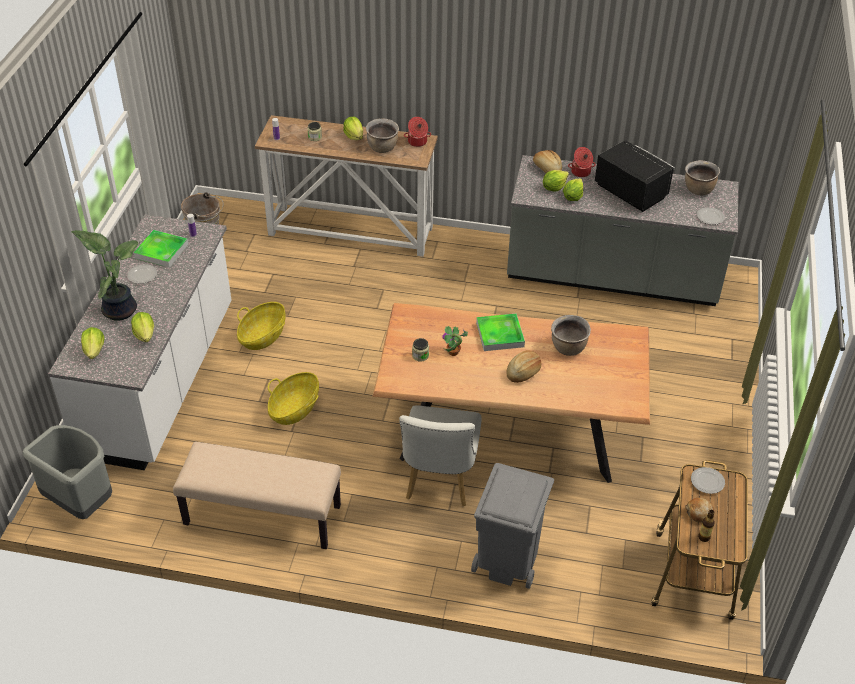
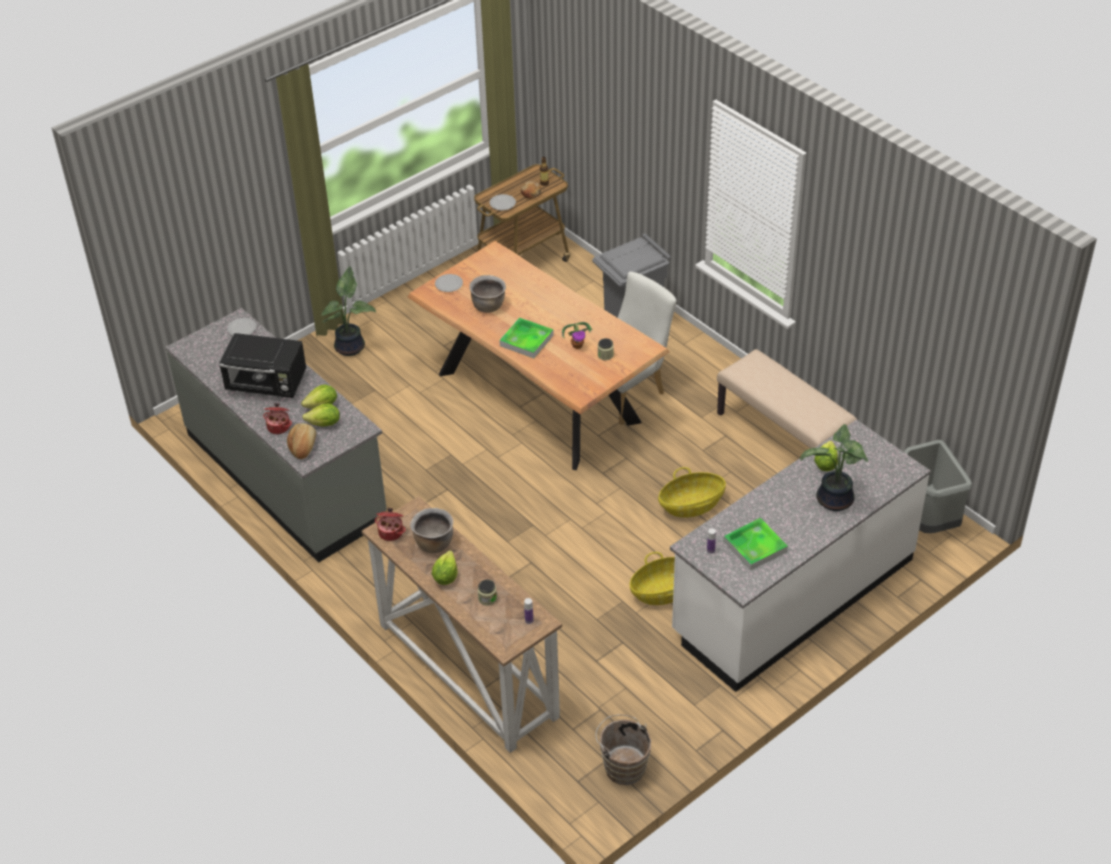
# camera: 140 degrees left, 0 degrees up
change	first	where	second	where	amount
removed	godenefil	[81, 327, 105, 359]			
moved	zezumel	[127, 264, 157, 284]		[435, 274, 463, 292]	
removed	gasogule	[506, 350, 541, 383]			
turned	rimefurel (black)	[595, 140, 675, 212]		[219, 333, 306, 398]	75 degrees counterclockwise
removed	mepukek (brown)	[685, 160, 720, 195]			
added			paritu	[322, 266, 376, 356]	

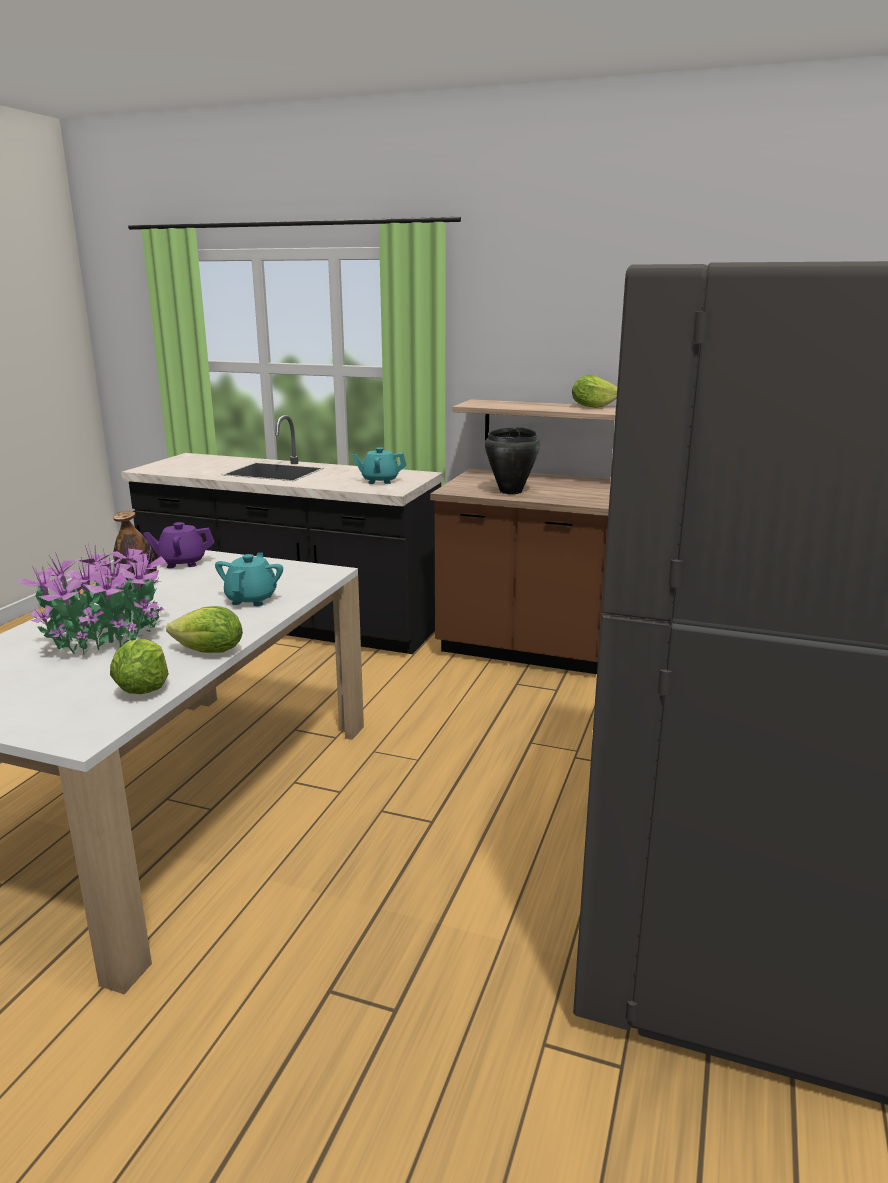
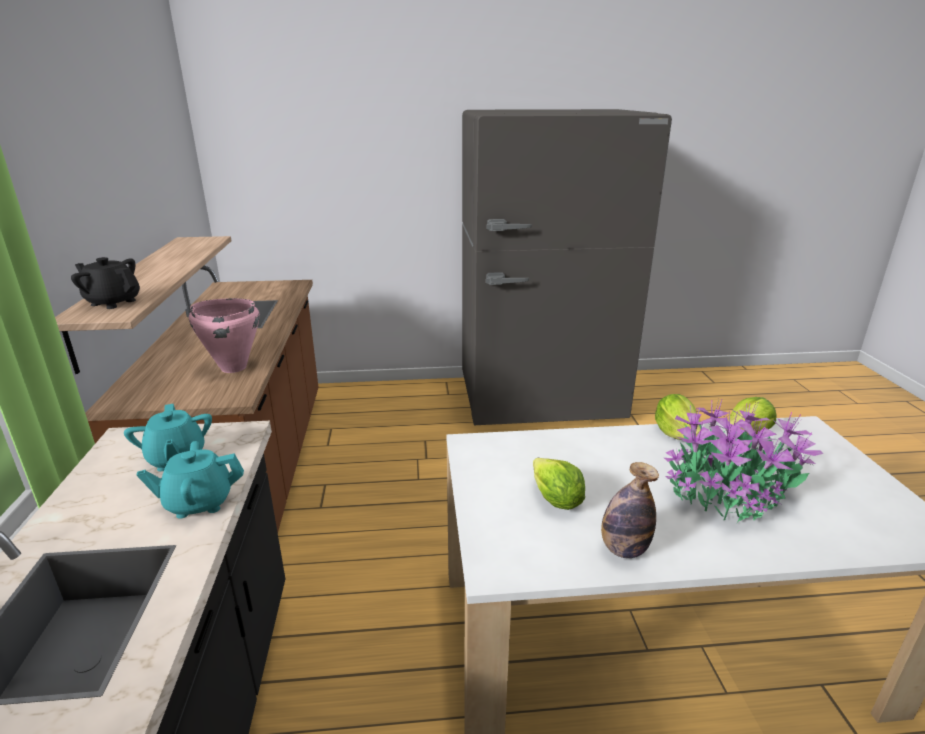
# camera: 115 degrees left, 5 degrees up
change	first	where	second	where	amount
removed	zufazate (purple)	[144, 522, 215, 568]			
moved	zufazate (turquoise)	[215, 553, 283, 606]		[137, 441, 244, 519]	
recoloured	mepukek (black)	[485, 427, 540, 494]	mepukek (pink)	[189, 298, 260, 373]	
moved	godenefil	[572, 375, 617, 408]		[533, 458, 585, 510]	
added			zufazate (black)	[71, 257, 140, 309]	

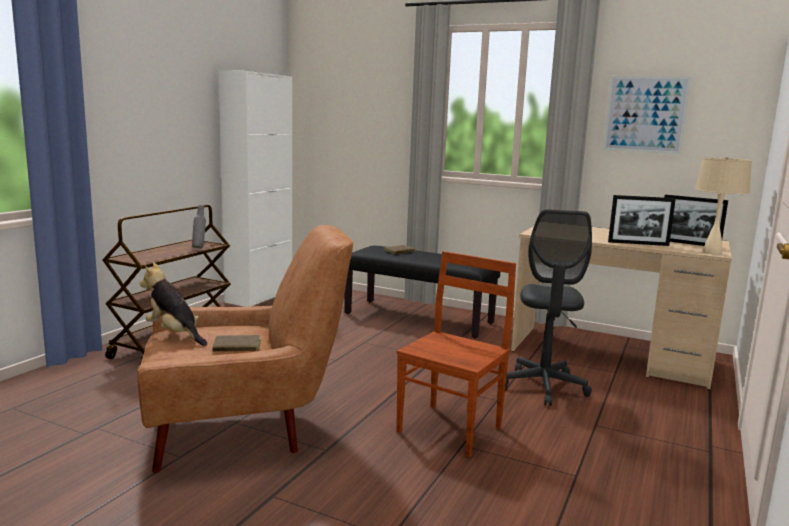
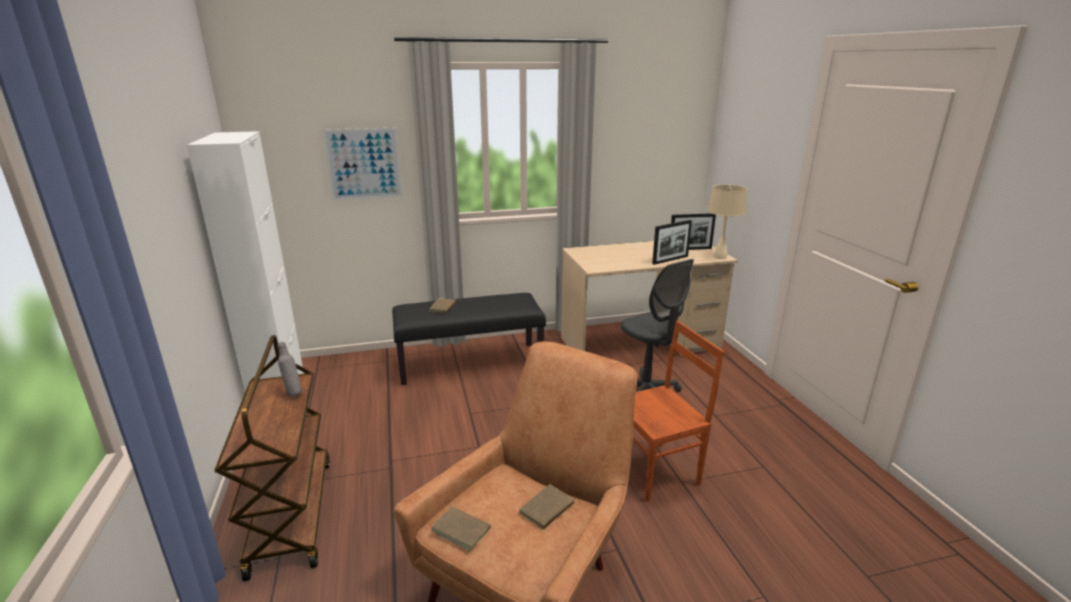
# camera: 40 degrees left, 10 degrees up
change	first	where	second	where	amount
replaced	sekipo	[140, 262, 207, 346]	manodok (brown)	[431, 500, 491, 551]	
turned	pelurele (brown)	[396, 251, 516, 457]		[633, 321, 724, 502]	75 degrees clockwise
moved	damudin	[603, 76, 691, 154]		[323, 128, 403, 201]	

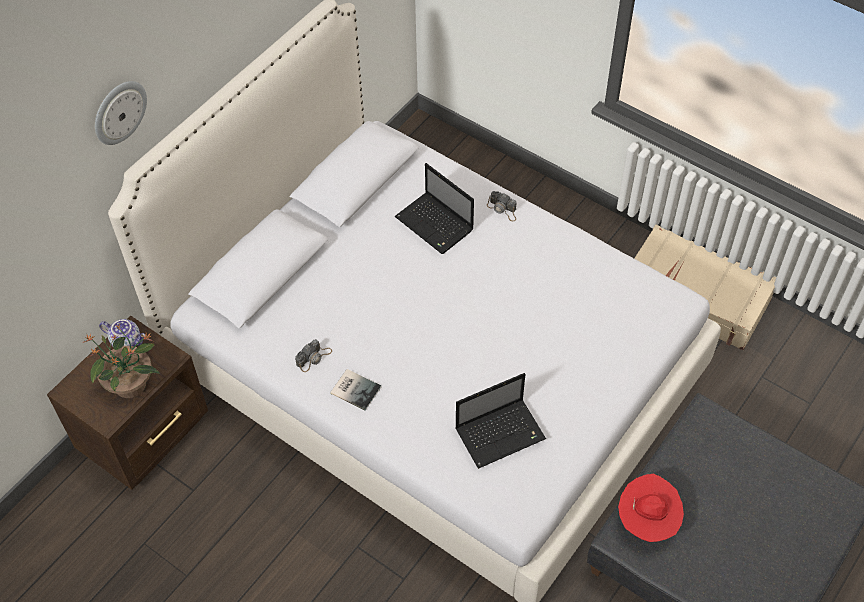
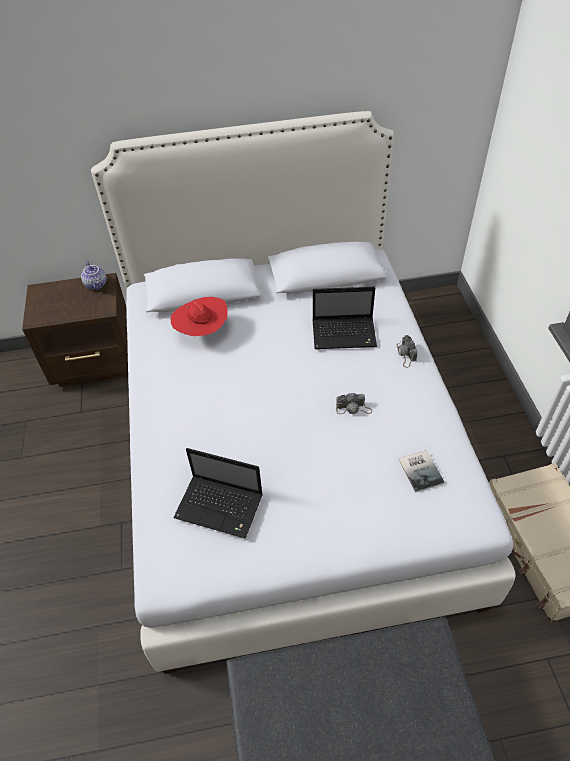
# camera: 45 degrees right, 5 degrees down
change	first	where	second	where	amount
removed	paritu	[82, 325, 160, 398]			
removed	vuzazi	[95, 81, 147, 145]			
moved	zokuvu	[295, 339, 332, 372]		[336, 393, 372, 414]	
moved	manodok	[330, 369, 381, 411]		[399, 450, 445, 493]	
turned	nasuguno	[395, 163, 474, 254]		[313, 287, 377, 349]	90 degrees counterclockwise
moved	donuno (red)	[618, 474, 684, 542]		[171, 297, 228, 336]	

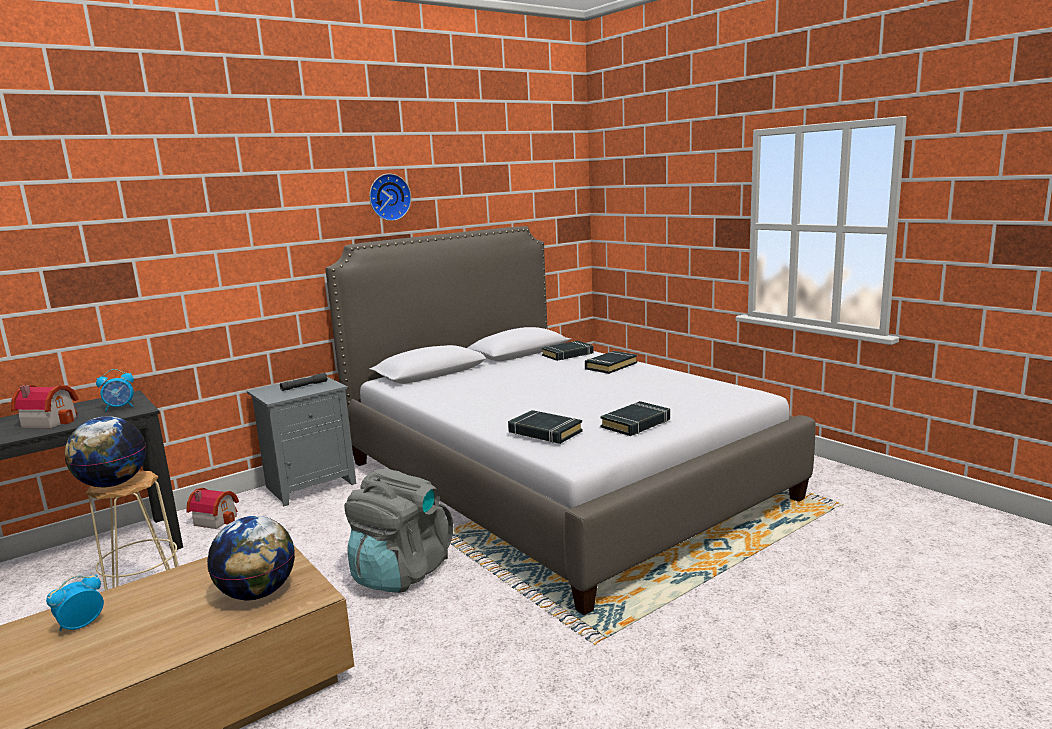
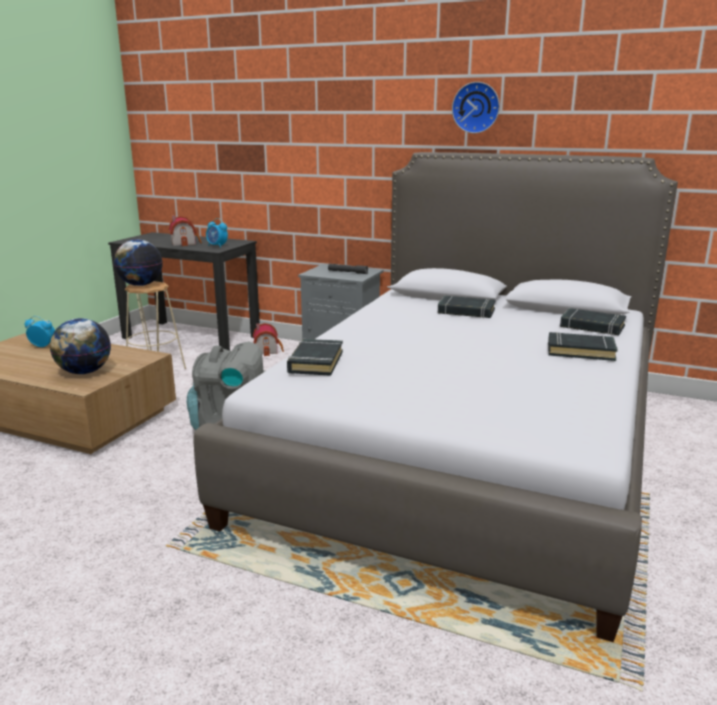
# camera: 60 degrees right, 5 degrees up
change	first	where	second	where	amount
moved	manodok (black)	[600, 401, 670, 436]		[438, 296, 496, 318]	

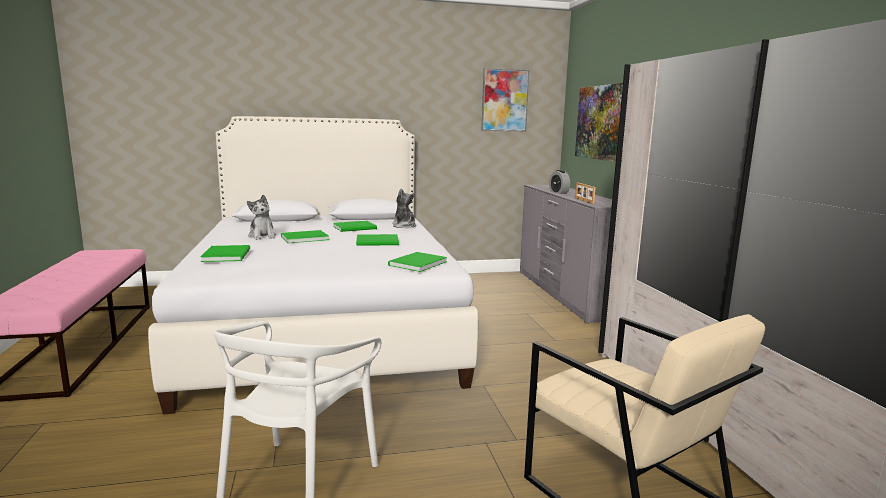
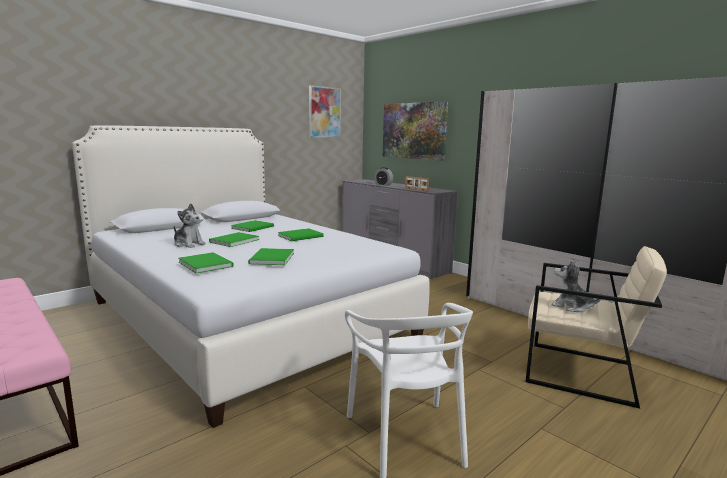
# camera: 30 degrees left, 0 degrees up
change	first	where	second	where	amount
moved	manodok (green)	[388, 252, 447, 272]		[248, 248, 294, 265]	
moved	sekipo	[392, 188, 416, 228]		[552, 260, 603, 312]	

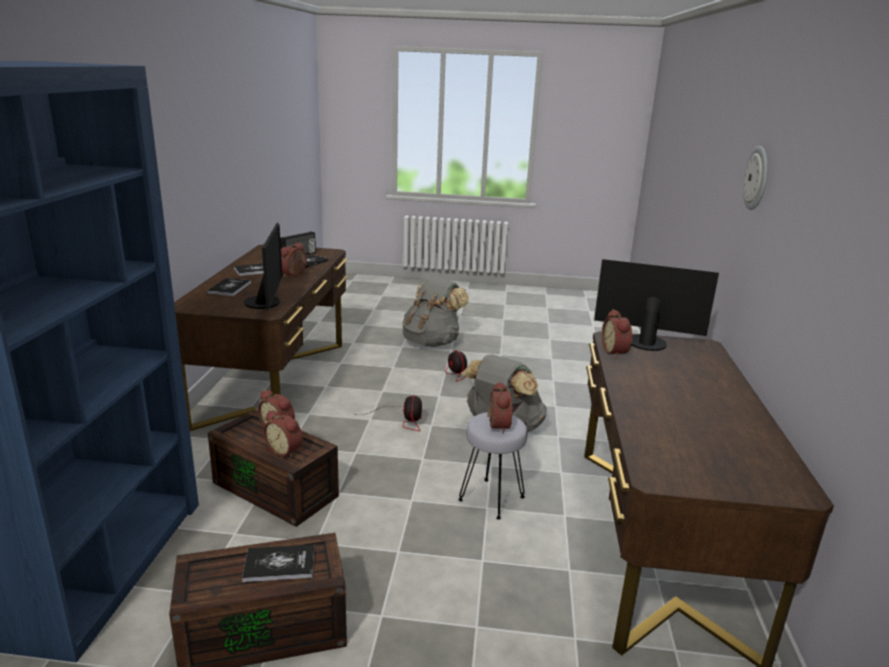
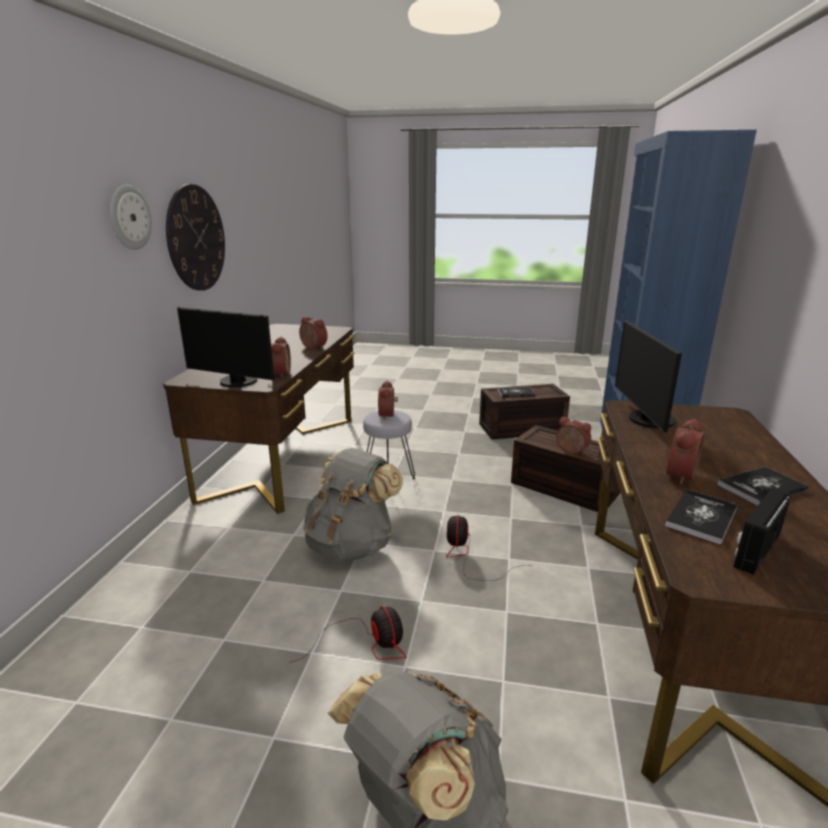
# camera: 175 degrees left, 0 degrees up
change	first	where	second	where	amount
removed	manodok	[207, 278, 251, 296]			
moved	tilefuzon	[263, 410, 303, 458]		[299, 316, 328, 349]	
added			vuzazi	[166, 184, 225, 291]	

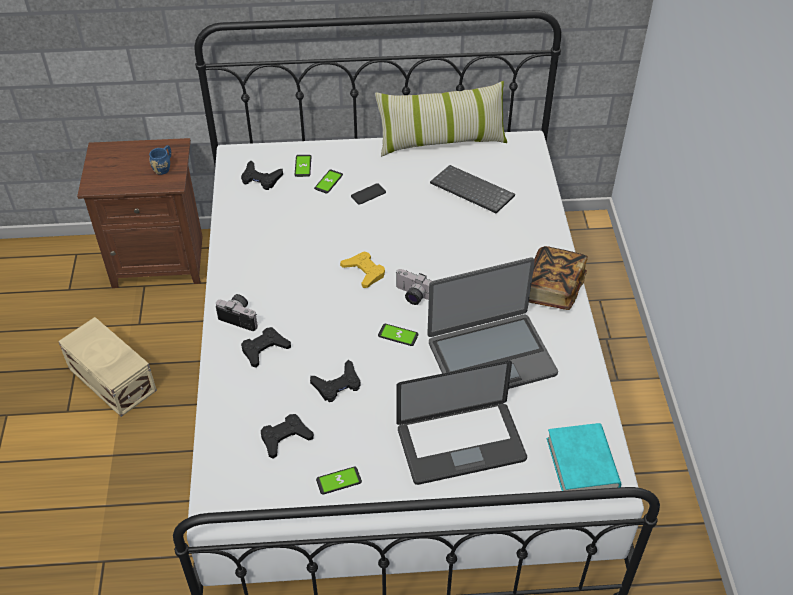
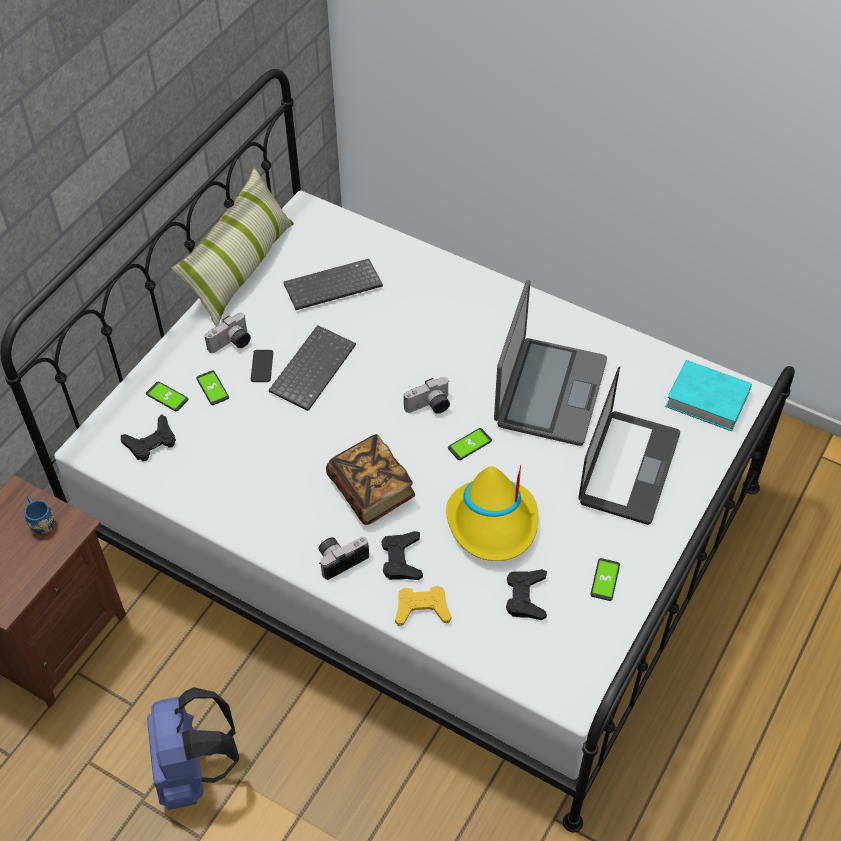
# camera: 55 degrees left, 5 degrees up
change	first	where	second	where	amount
replaced	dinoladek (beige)	[58, 317, 157, 417]	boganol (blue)	[147, 687, 239, 810]	
replaced	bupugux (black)	[310, 360, 361, 402]	donuno (yellow)	[446, 465, 538, 561]	
moved	bupugux (yellow)	[340, 251, 385, 288]		[395, 586, 452, 626]	
moved	manodok	[529, 246, 588, 310]		[326, 434, 415, 525]	
added			zokuvu	[205, 313, 251, 353]	
added			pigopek	[269, 325, 356, 411]	

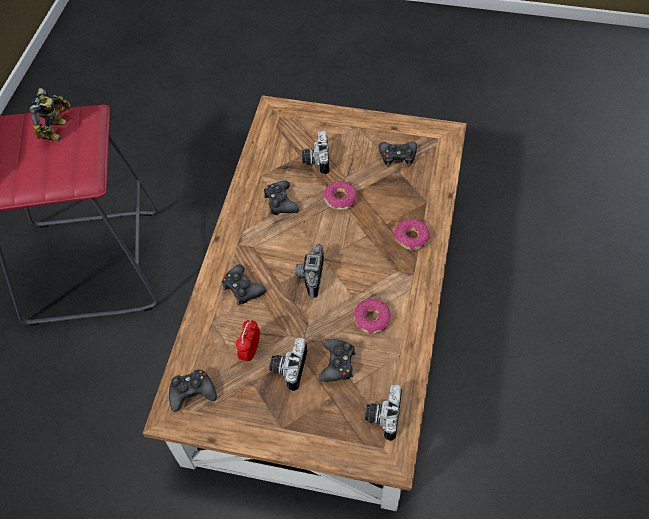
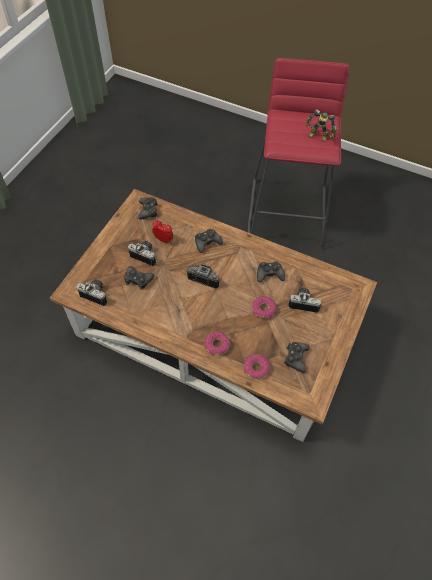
# camera: 100 degrees right, 0 degrees up
change	first	where	second	where	amount
moved	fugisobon	[354, 299, 391, 333]		[244, 354, 270, 380]	

